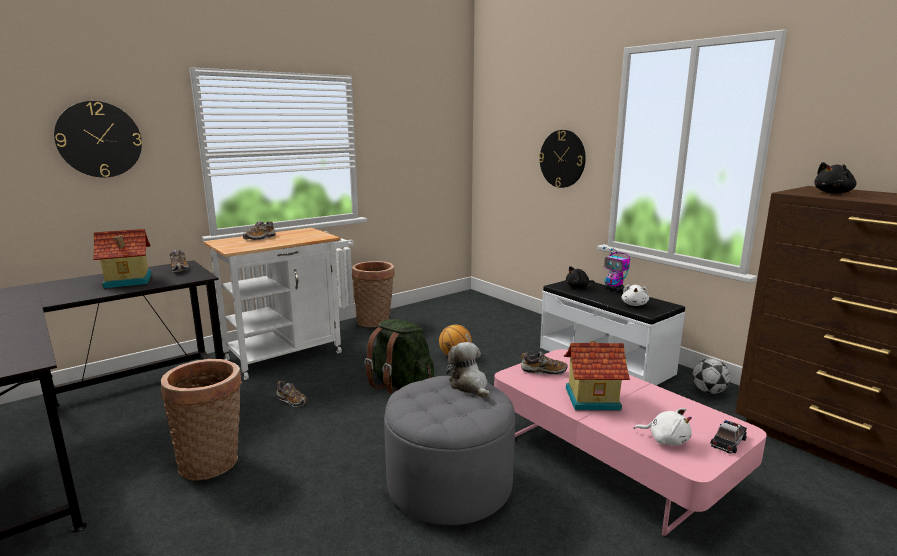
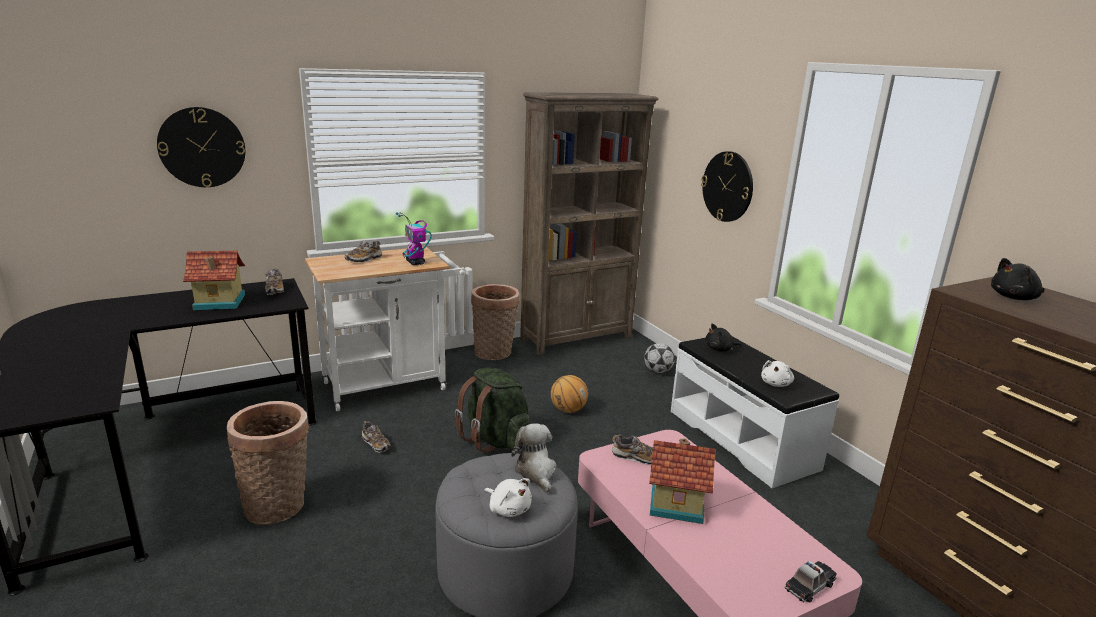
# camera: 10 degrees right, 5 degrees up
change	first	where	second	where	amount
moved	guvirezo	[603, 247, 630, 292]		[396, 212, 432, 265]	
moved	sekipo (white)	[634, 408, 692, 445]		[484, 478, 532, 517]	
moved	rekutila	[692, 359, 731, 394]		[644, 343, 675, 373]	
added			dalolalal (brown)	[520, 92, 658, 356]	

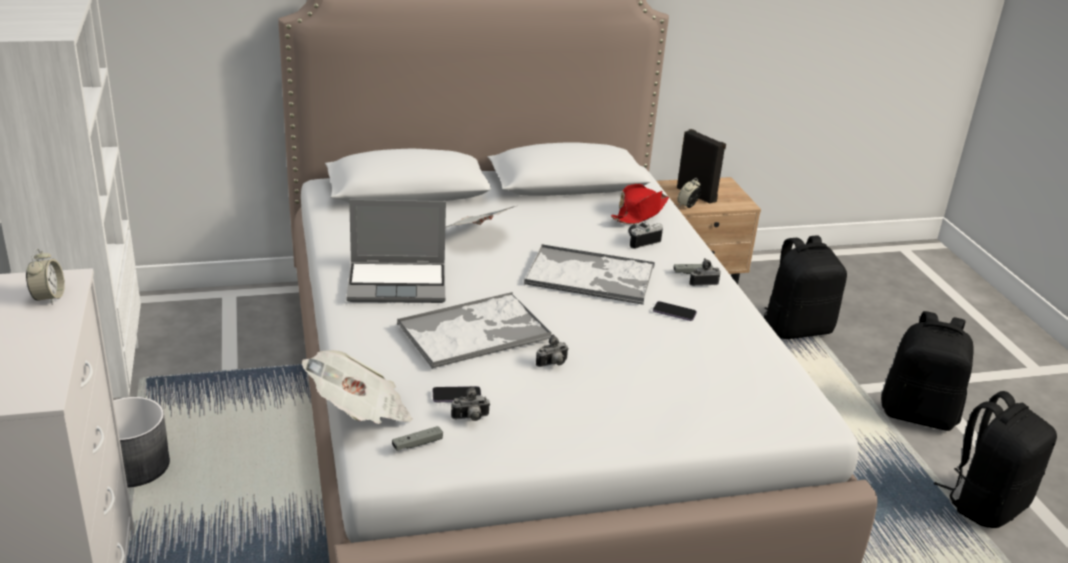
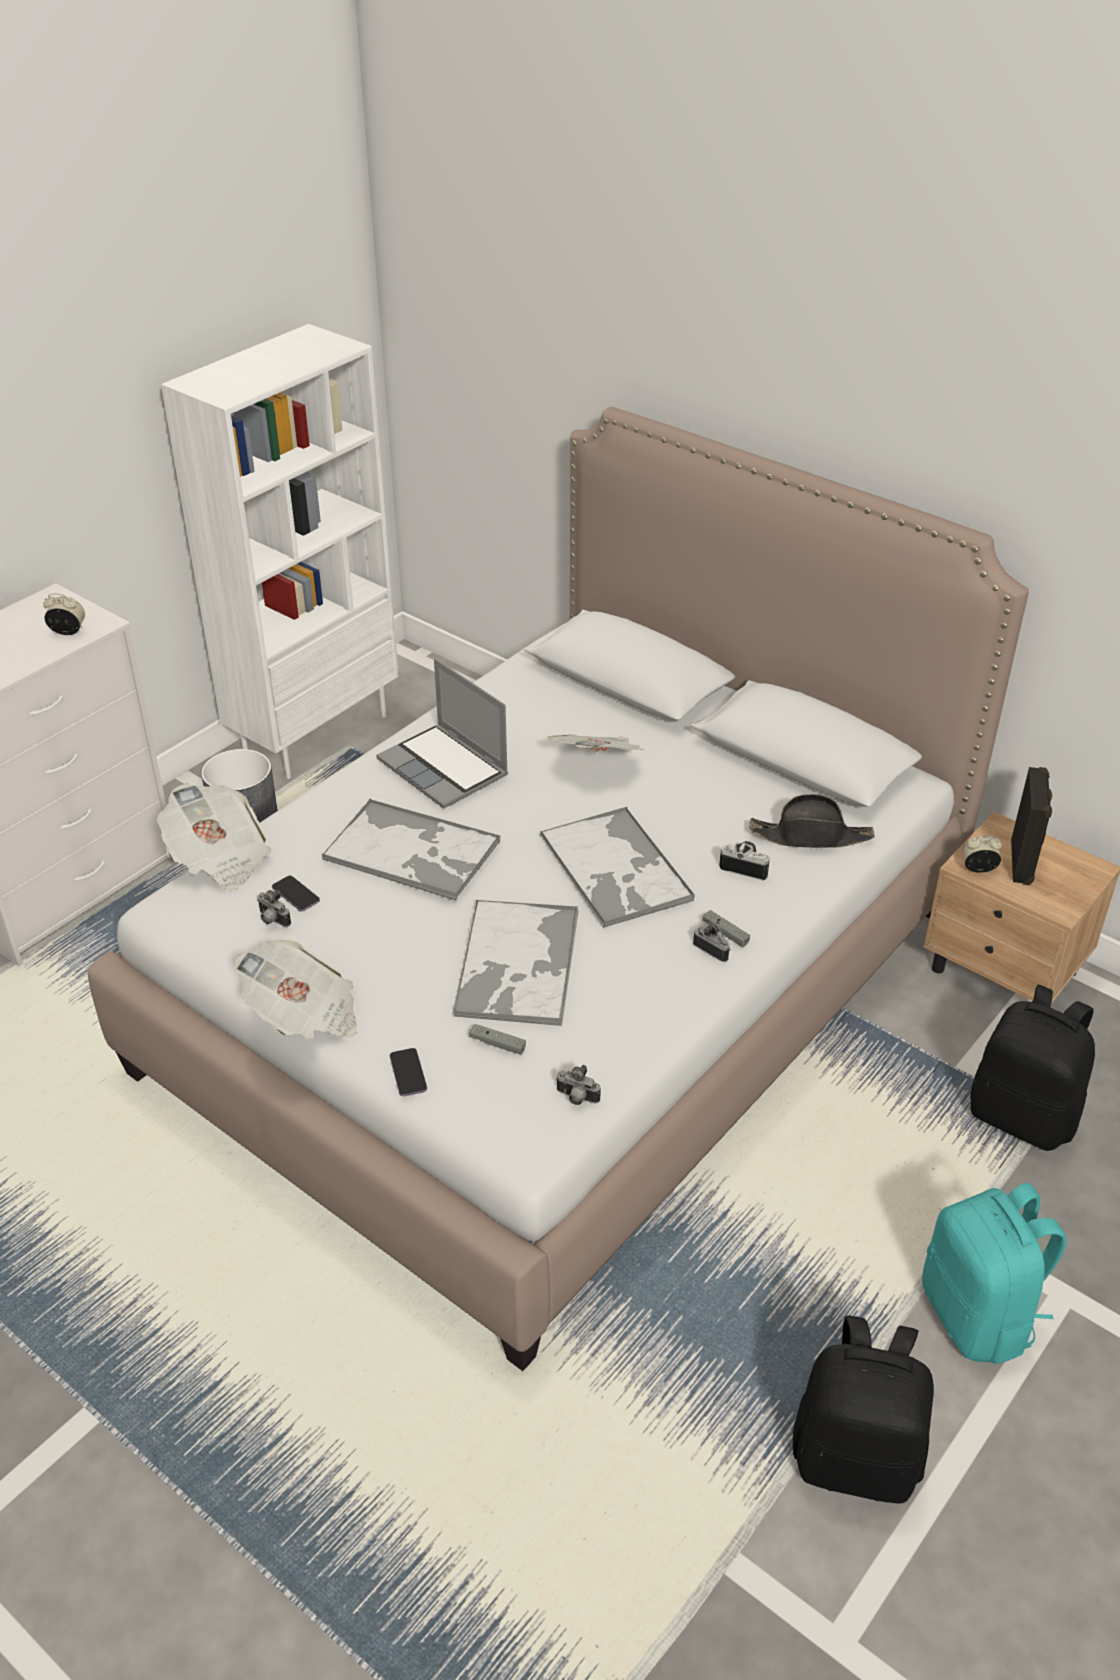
# camera: 55 degrees right, 10 degrees up
change	first	where	second	where	amount
turned	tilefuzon	[26, 248, 65, 305]		[43, 594, 85, 635]	135 degrees counterclockwise
moved	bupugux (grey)	[392, 426, 443, 451]		[469, 1024, 526, 1055]	
moved	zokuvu	[536, 335, 569, 367]		[555, 1065, 601, 1105]	
recoloured	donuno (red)	[611, 184, 669, 224]	donuno (black)	[749, 794, 875, 848]	
moved	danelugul	[653, 301, 697, 321]		[390, 1048, 427, 1096]	
recoloured	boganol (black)	[881, 311, 974, 431]	boganol (turquoise)	[922, 1183, 1066, 1364]	
added			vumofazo	[235, 940, 357, 1039]	
added			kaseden	[452, 900, 579, 1026]	

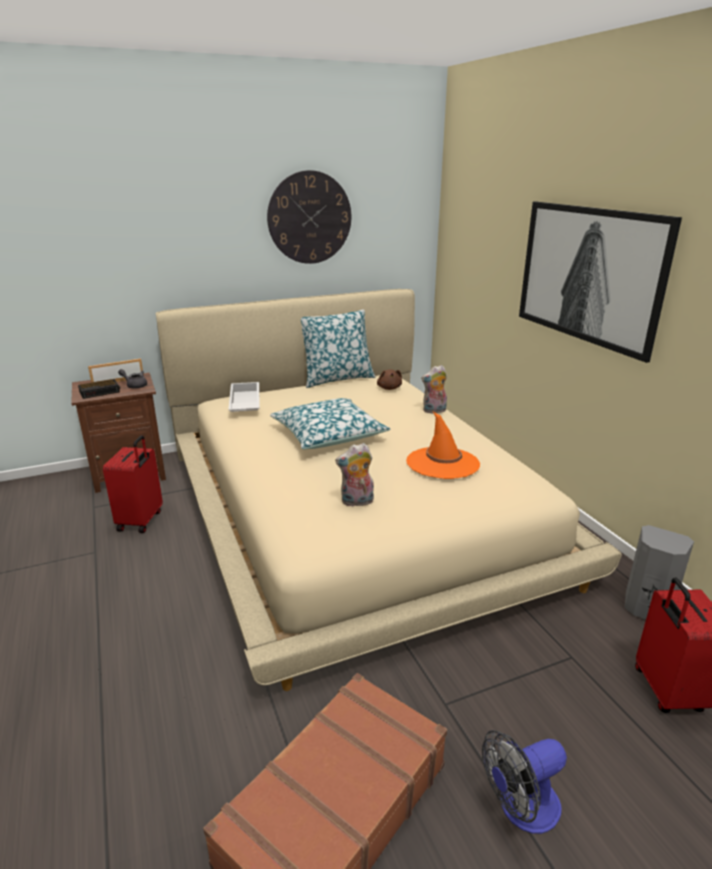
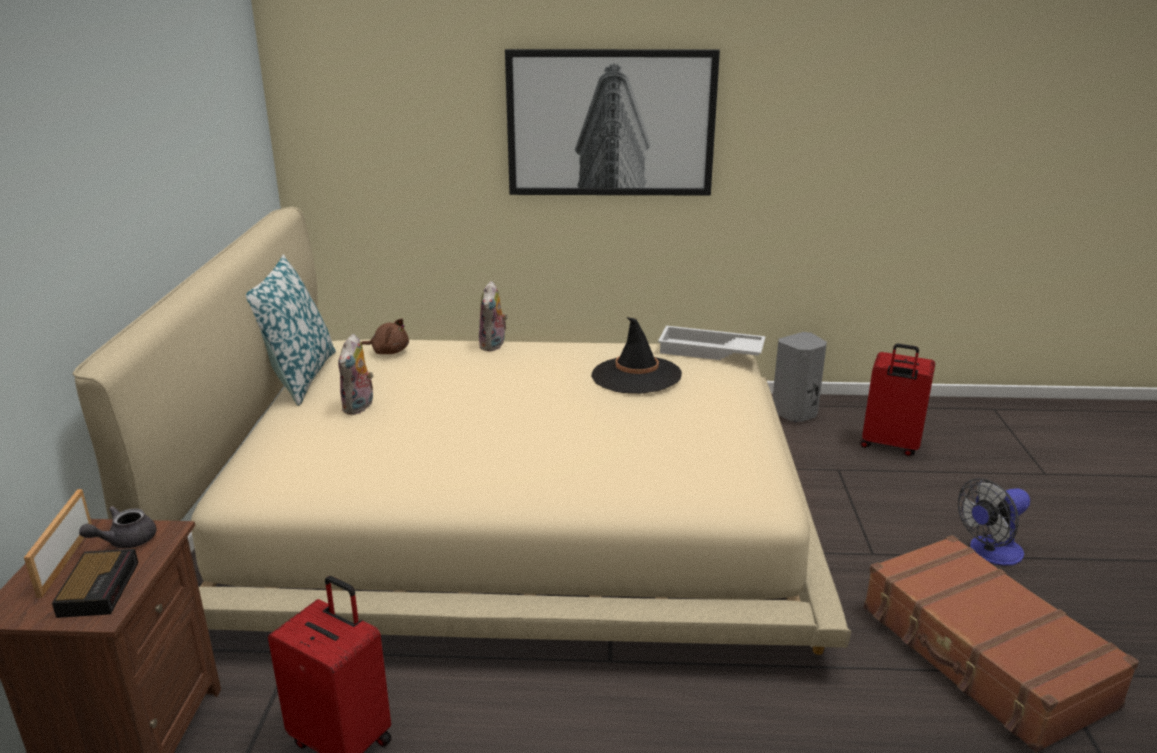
# camera: 65 degrees left, 0 degrees up
change	first	where	second	where	amount
moved	kaseden (white)	[228, 382, 260, 412]		[658, 326, 766, 360]	
removed	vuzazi	[267, 170, 351, 264]			
removed	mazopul	[270, 398, 391, 449]			
moved	sekipo	[335, 443, 374, 507]		[338, 334, 374, 415]	
recoloured	donuno (orange)	[406, 412, 480, 479]	donuno (black)	[591, 317, 682, 394]	
turned	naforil	[482, 730, 567, 834]		[958, 478, 1030, 566]	60 degrees clockwise

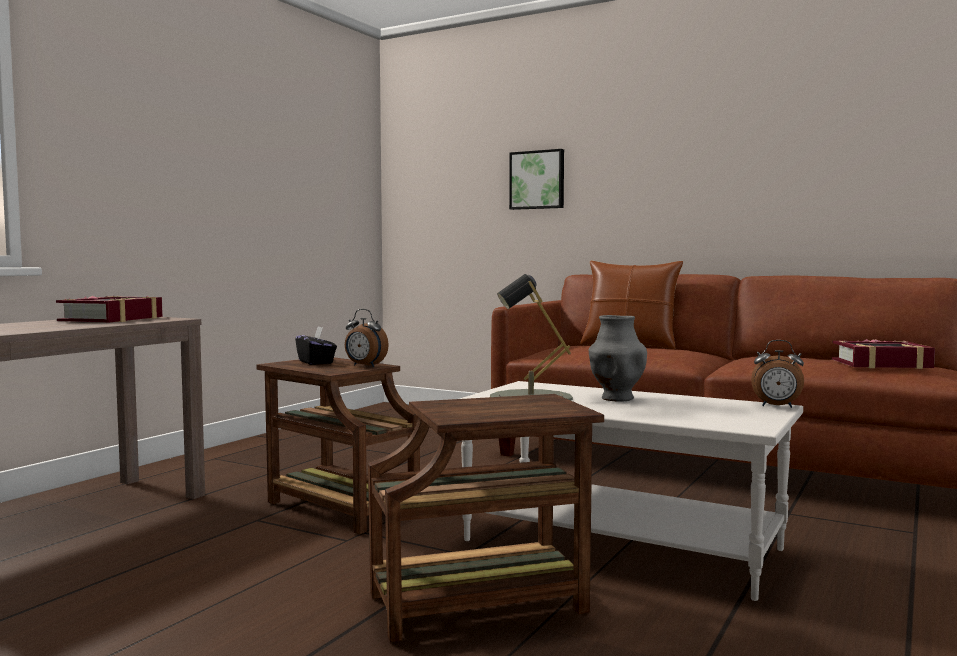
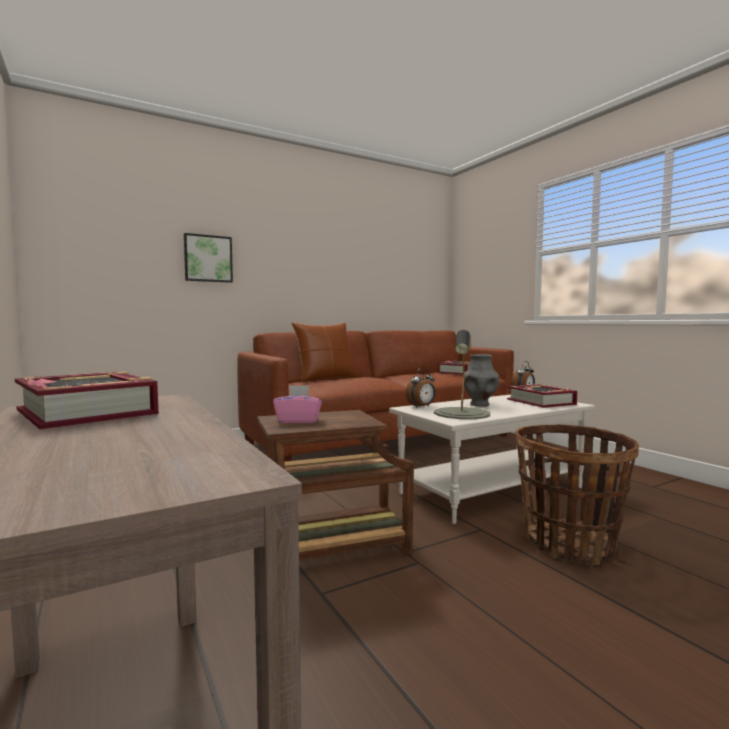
# camera: 60 degrees left, 0 degrees up
change	first	where	second	where	amount
recoloured	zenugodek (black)	[295, 327, 337, 365]	zenugodek (pink)	[273, 385, 322, 423]	
moved	tilefuzon	[345, 309, 389, 367]		[406, 368, 436, 408]	
replaced	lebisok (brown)	[368, 394, 604, 642]	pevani	[515, 424, 639, 565]	
added			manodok	[507, 384, 577, 408]	

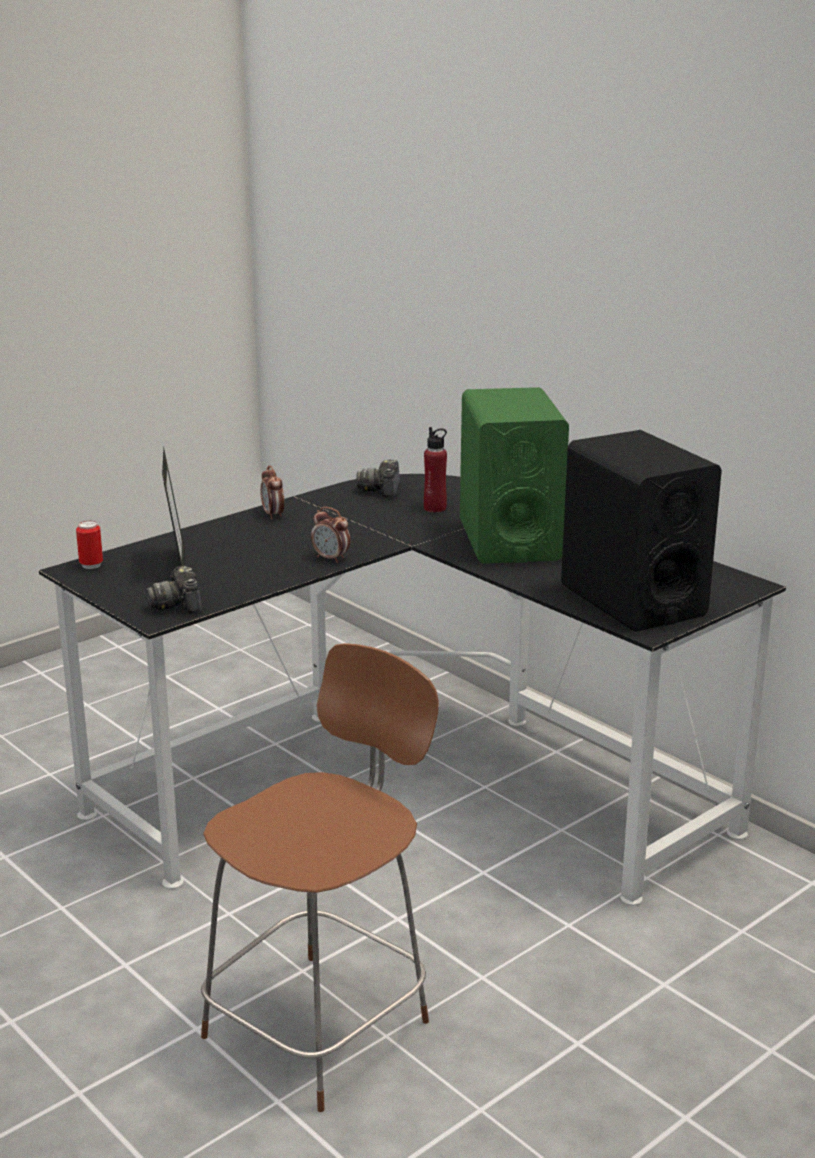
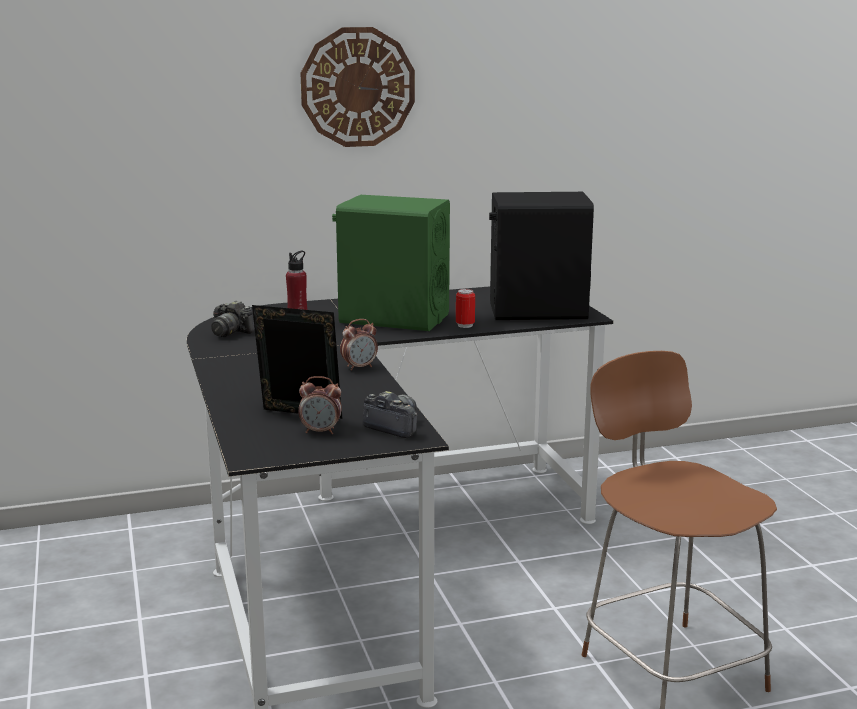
# camera: 65 degrees left, 5 degrees down
change	first	where	second	where	amount
moved	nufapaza	[76, 521, 103, 569]		[456, 289, 475, 328]	
turned	zokuvu	[146, 566, 202, 614]		[363, 391, 418, 438]	150 degrees counterclockwise
moved	tilefuzon	[260, 465, 284, 519]		[298, 376, 342, 434]	
added			vuzazi	[301, 27, 415, 147]	

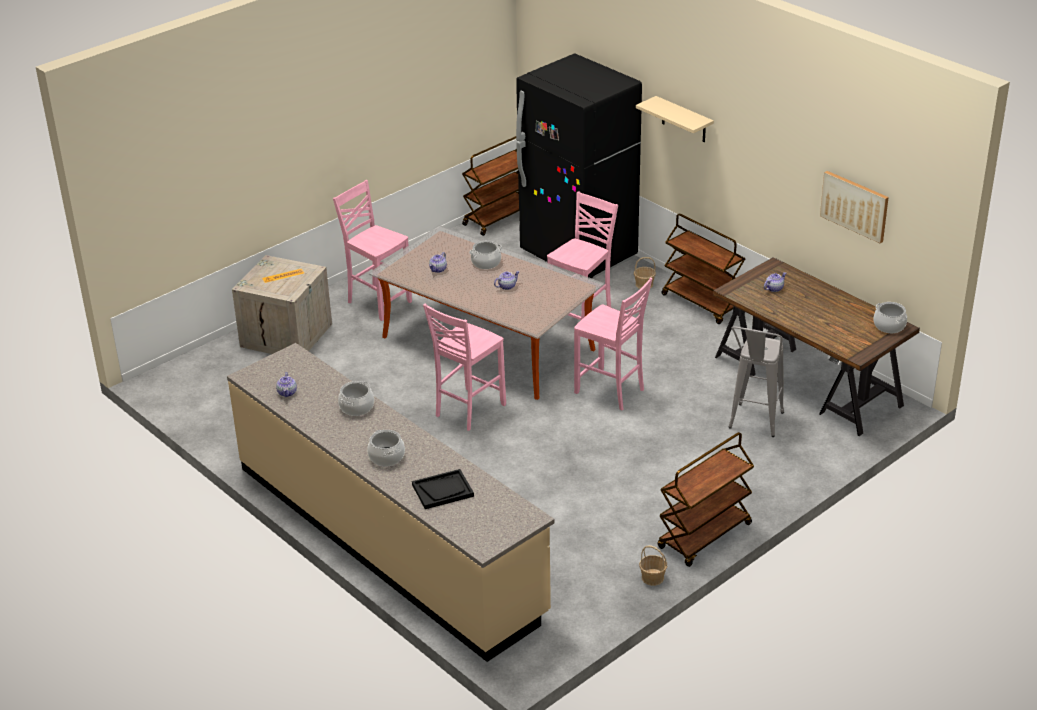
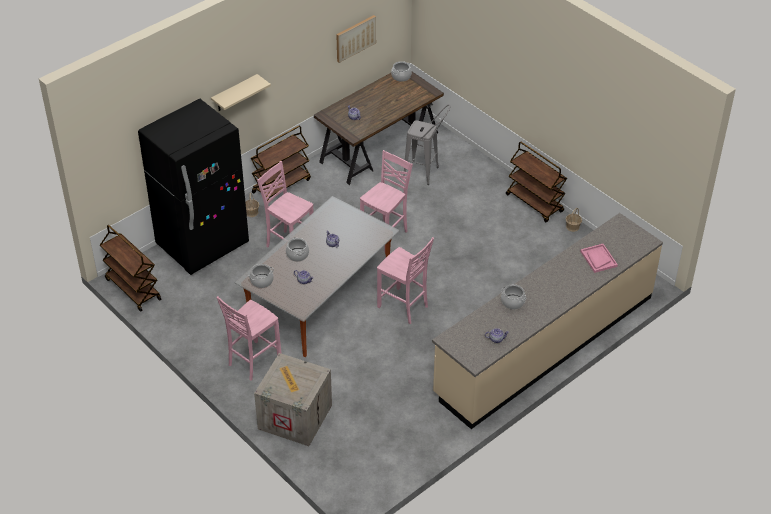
# camera: 90 degrees left, 10 degrees up
change	first	where	second	where	amount
moved	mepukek	[367, 430, 405, 467]		[249, 264, 274, 288]	
recoloured	kaseden (black)	[412, 469, 474, 509]	kaseden (pink)	[580, 244, 618, 273]	

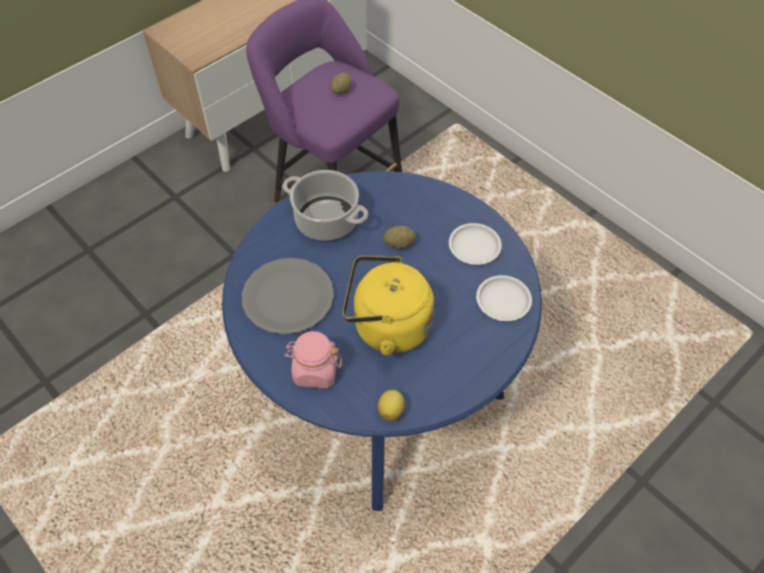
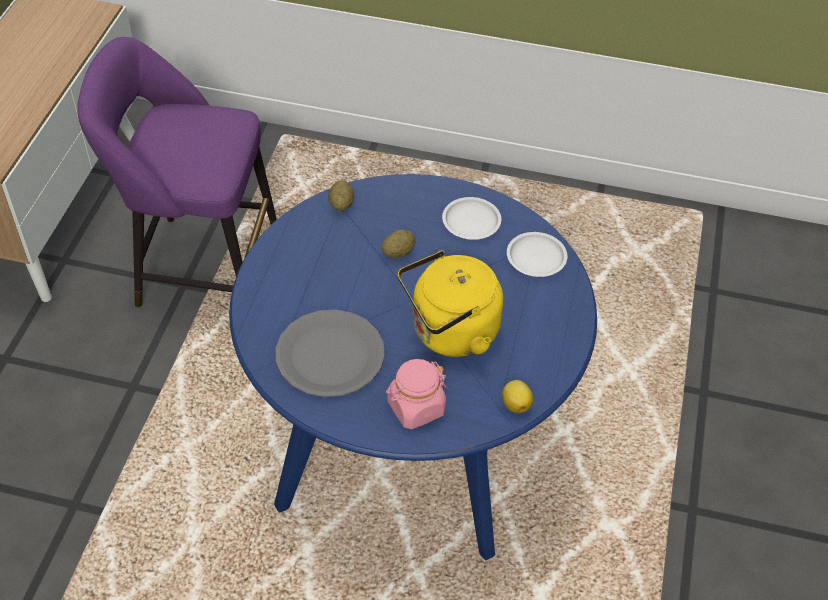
# camera: 35 degrees left, 5 degrees down
change	first	where	second	where	amount
removed	mepukek	[283, 170, 368, 241]			
moved	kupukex	[330, 73, 351, 94]		[328, 180, 354, 211]	

